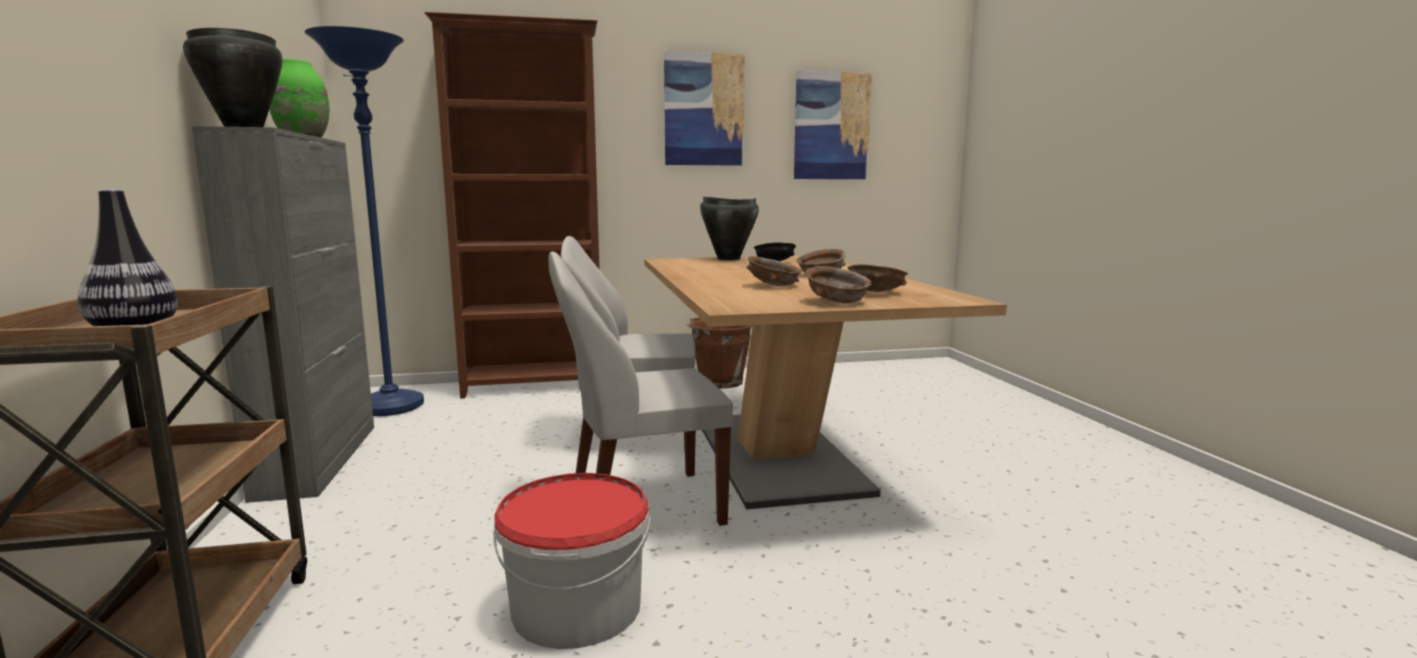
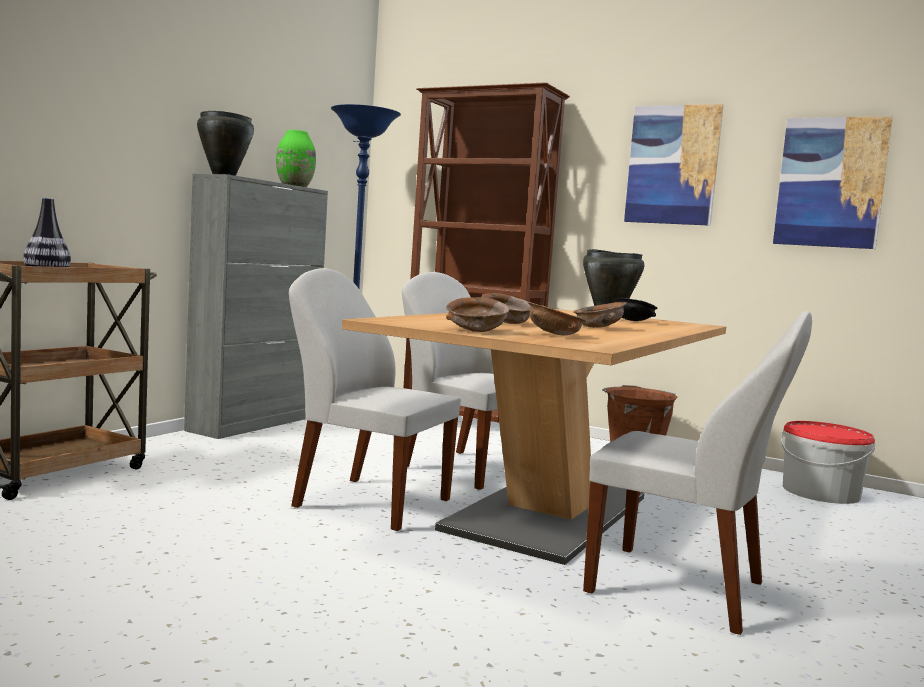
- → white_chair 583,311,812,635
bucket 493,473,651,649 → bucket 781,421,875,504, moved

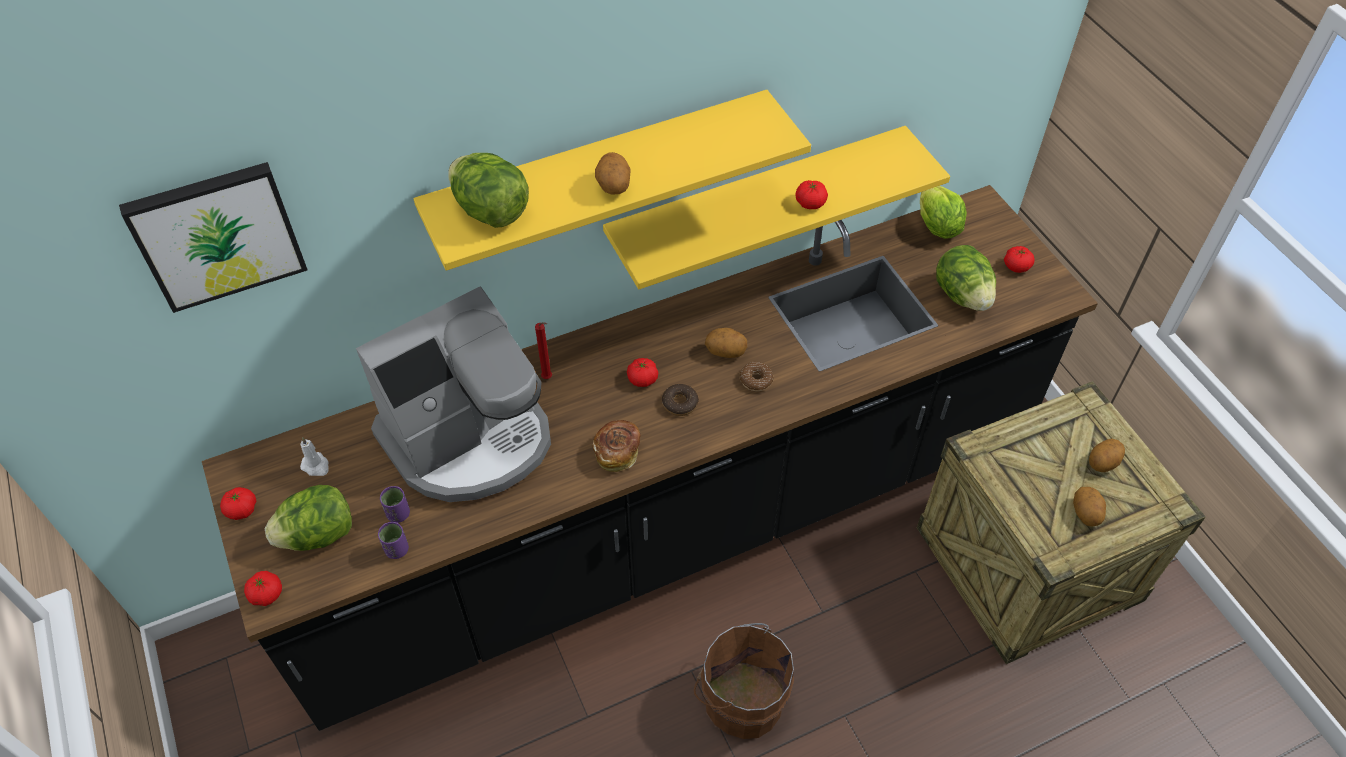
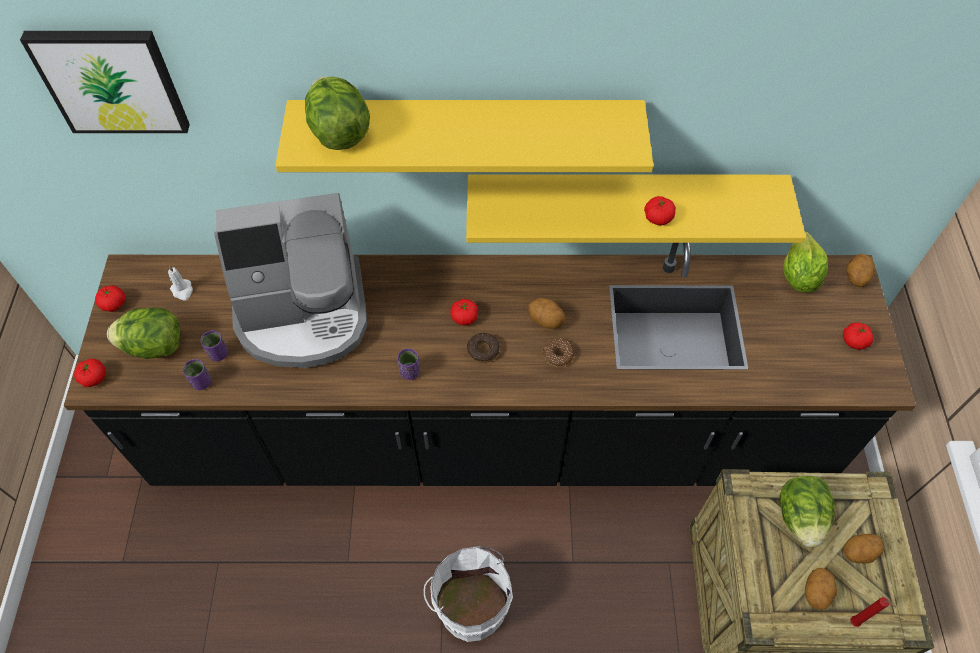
bread 592,420,640,472 → purple_cup 397,349,420,380
brown_bucket 694,623,794,739 → white_bucket 424,546,513,642
lettuce 936,245,996,311 → lettuce 780,476,835,547, moved
potato 595,152,630,194 → potato 846,254,875,287, moved
red_candle 535,322,552,379 → red_candle 850,597,896,627, moved

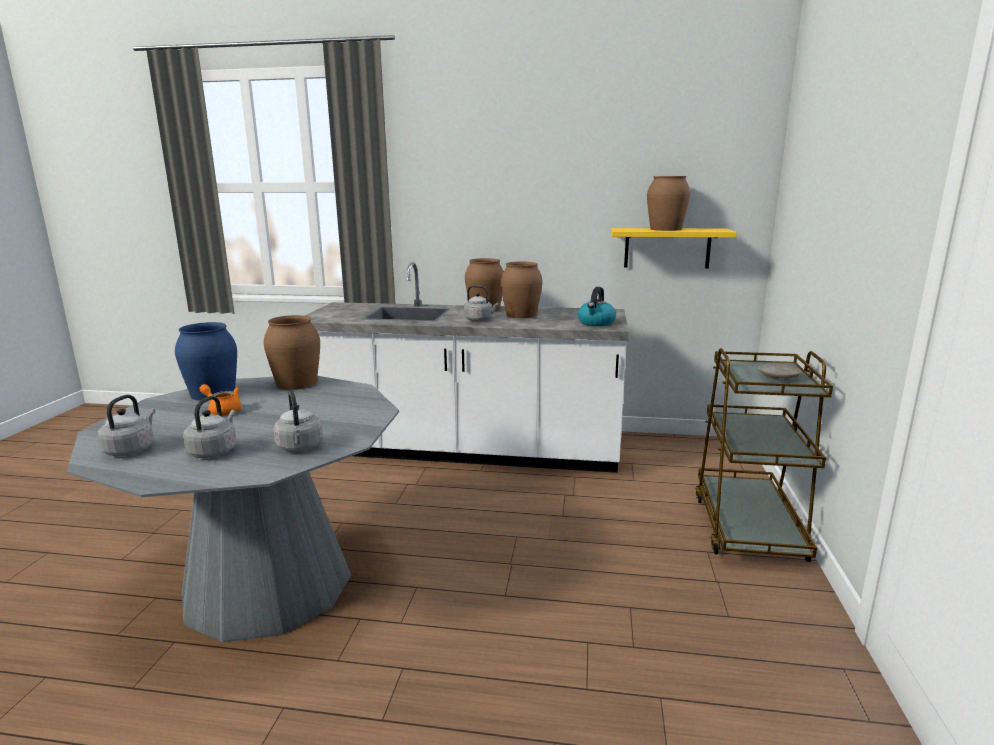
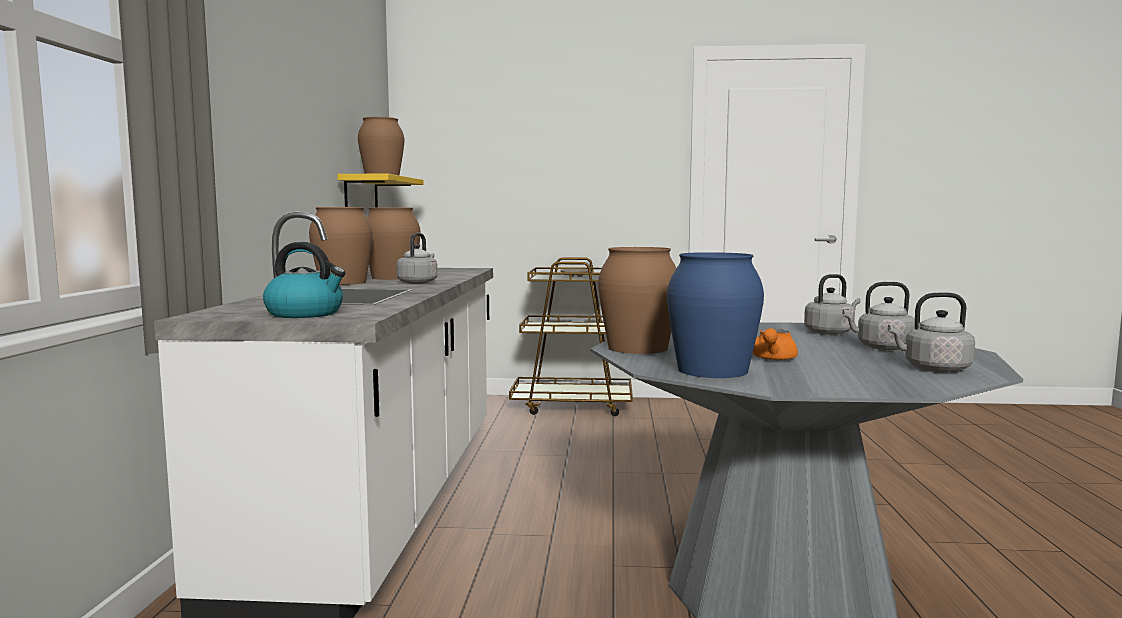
kettle 578,287,616,326 → kettle 263,242,346,318, moved

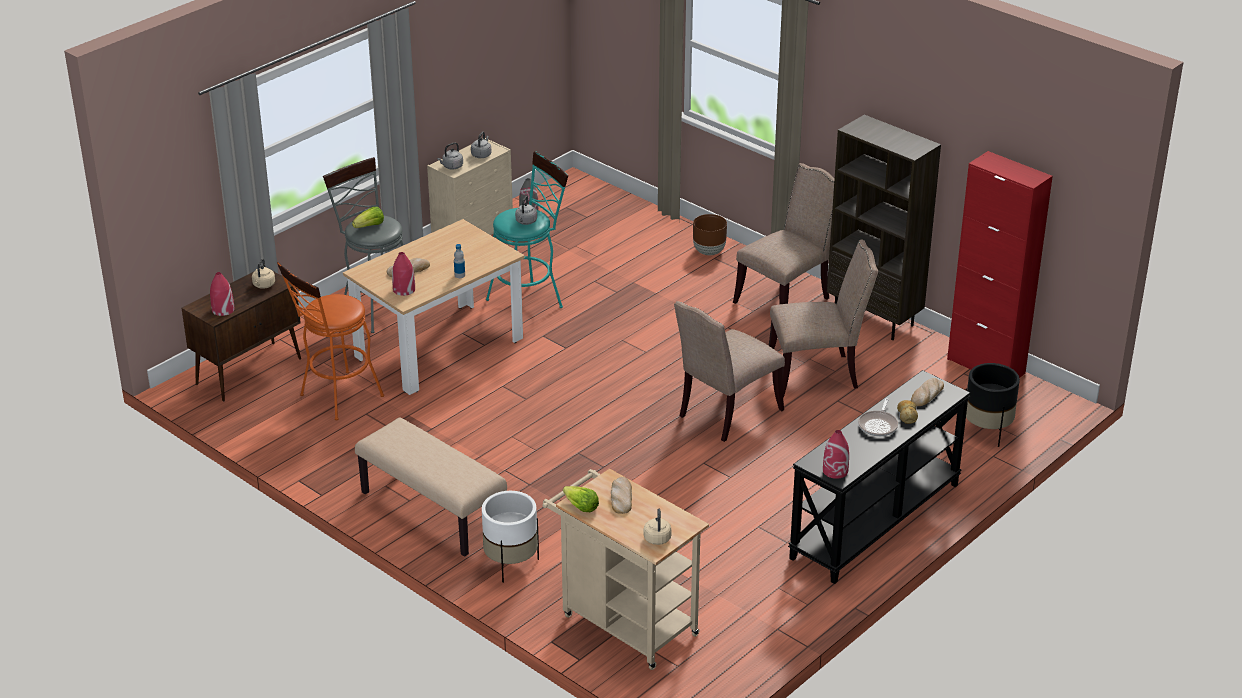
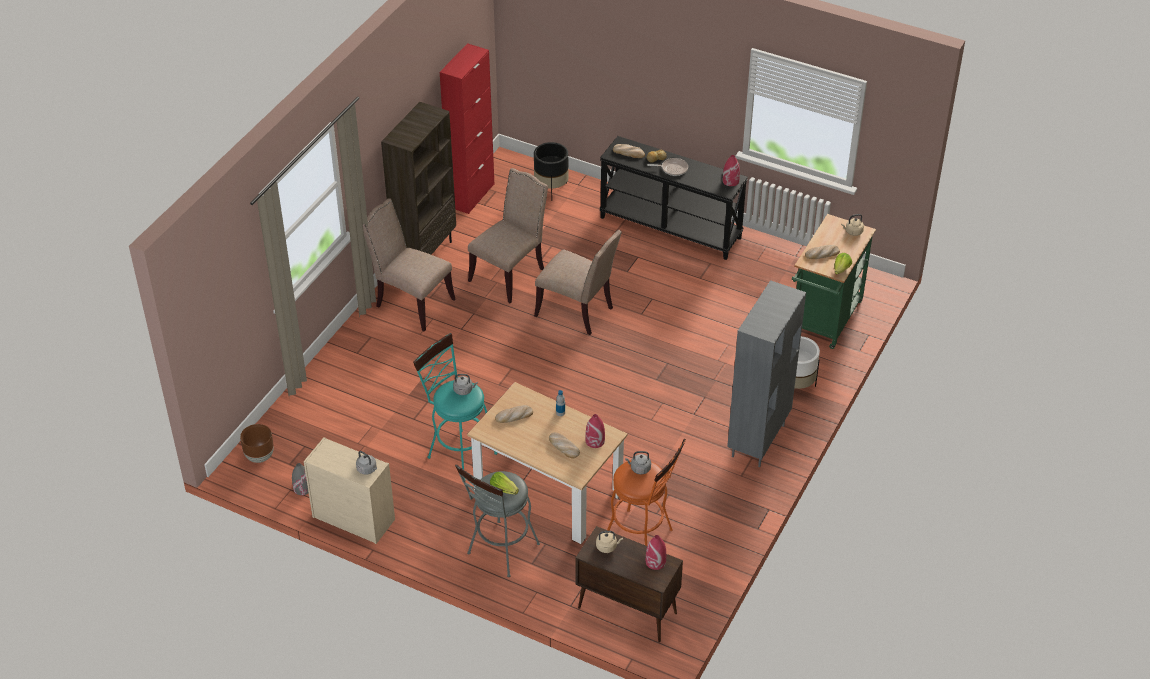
brown_planter 693,214,727,255 → brown_planter 240,424,274,463, moved
beige_chair 768,239,878,398 → beige_chair 468,168,548,303, 60 degrees clockwise
- → bread 495,405,533,423
grey_kettle 471,132,491,158 → grey_kettle 625,451,651,474, moved
beige_bench 355,417,507,557 → grey_bookcase 727,280,806,467
beige_cart 542,468,709,670 → green_cart 792,214,876,349

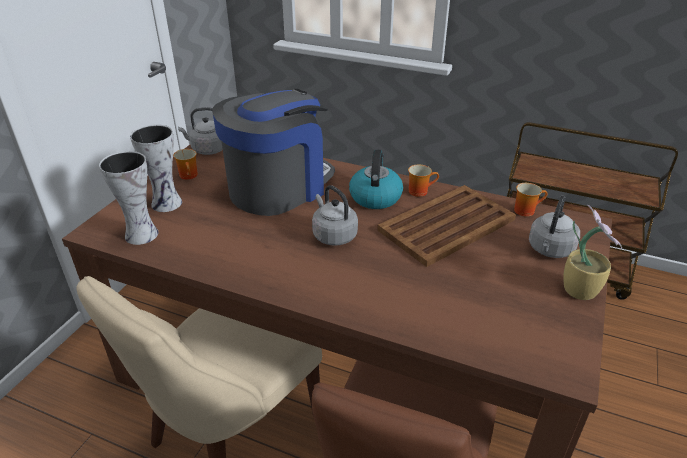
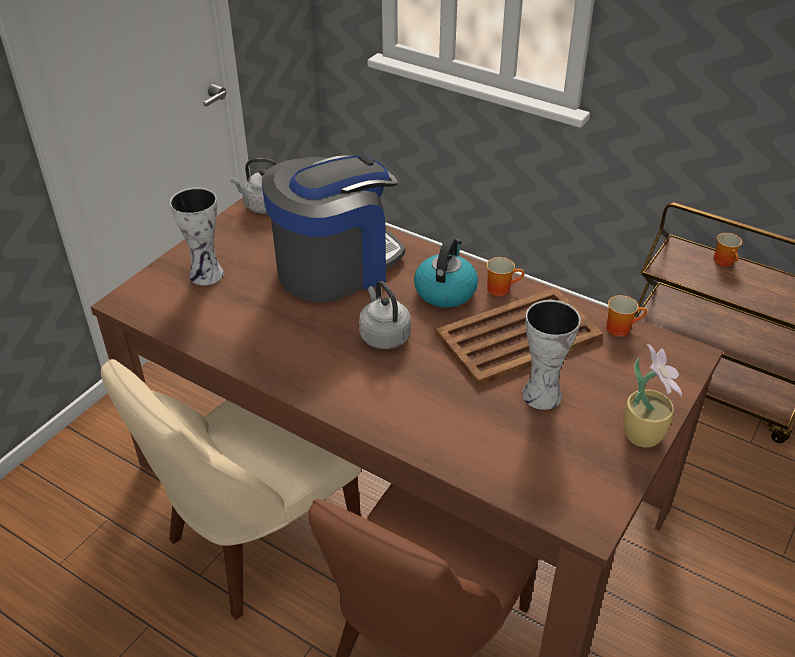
vase 99,151,158,245 → vase 522,300,581,410, moved
mug 173,149,198,180 → mug 713,233,742,266, moved
grey_kettle 529,196,580,258 → -

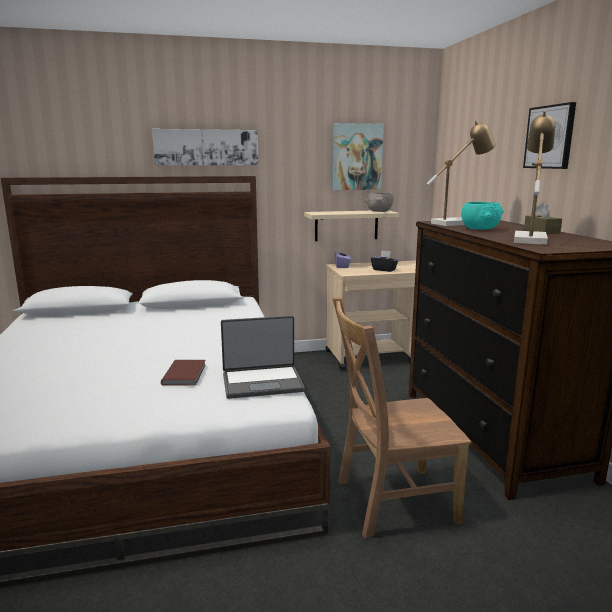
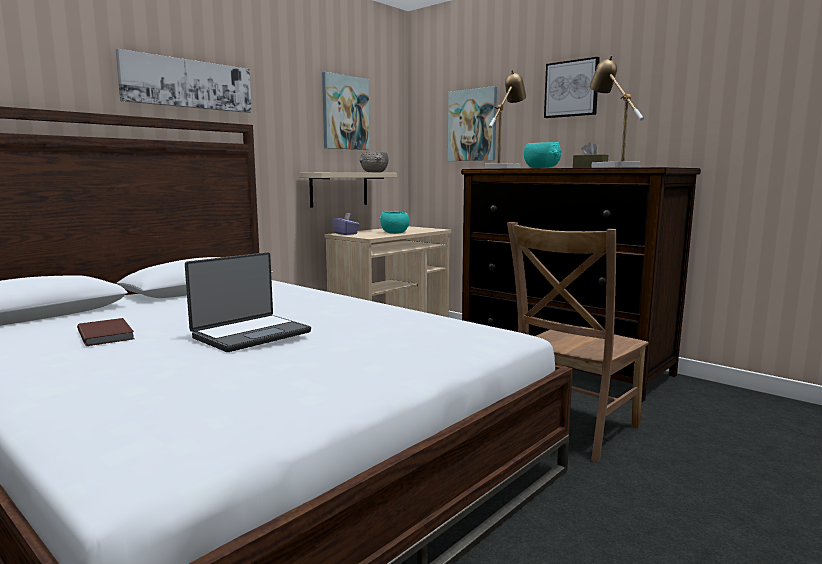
brown_book 161,360,206,385 → brown_book 77,318,134,346, moved
laptop 221,316,305,399 → laptop 185,252,311,352, moved
black_tissue_box 371,250,398,272 → turquoise_bowl 380,212,409,234
- → picture 448,86,497,161

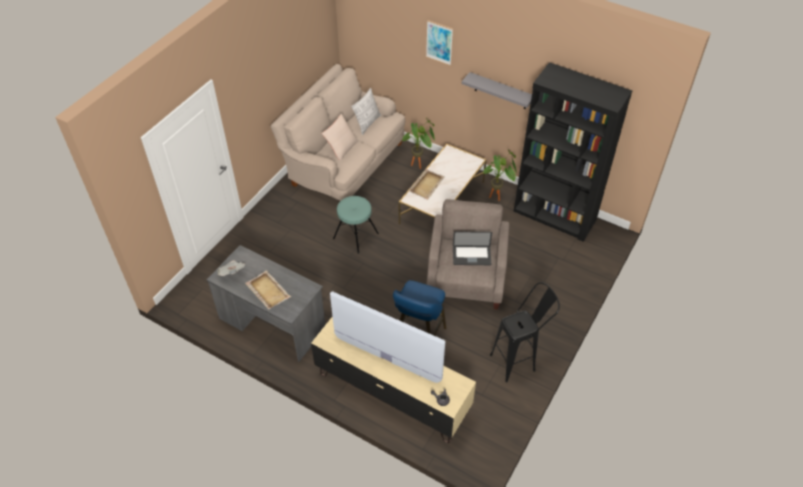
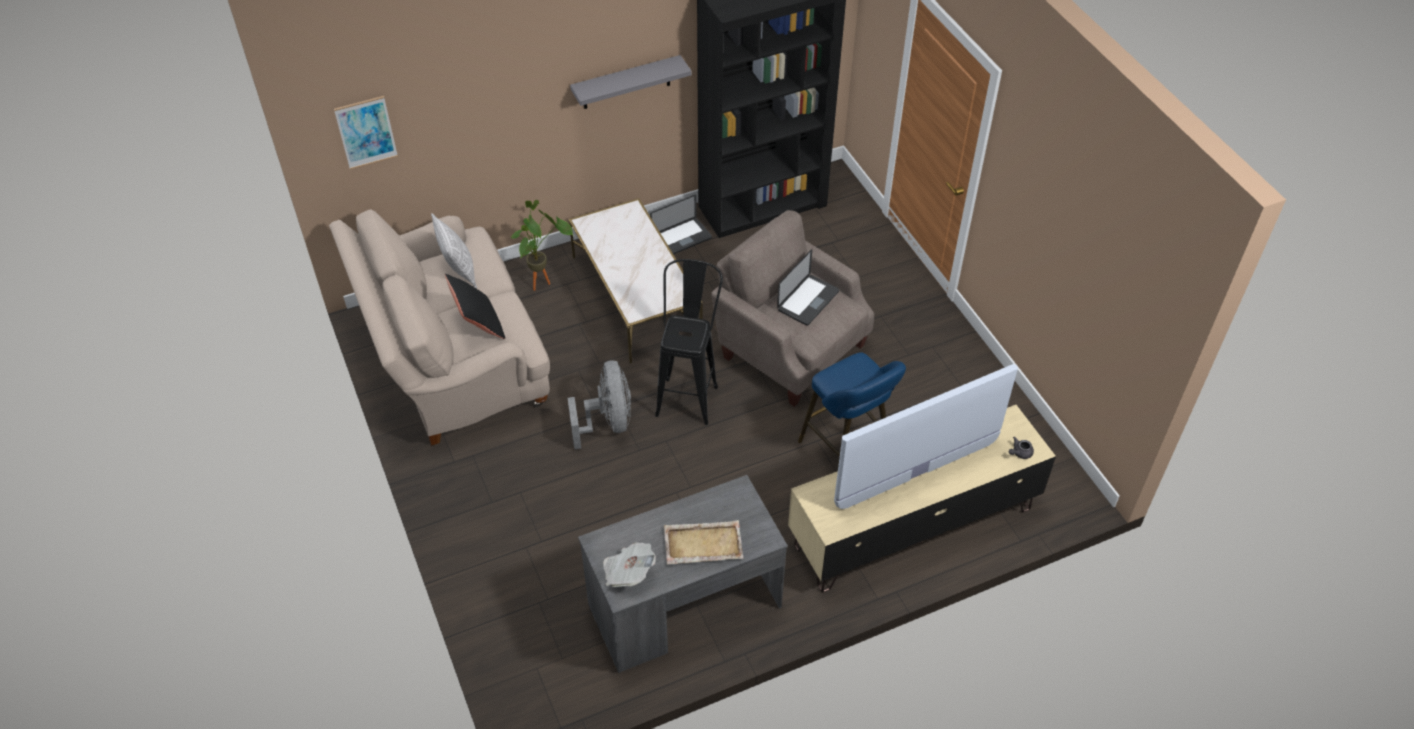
picture 426,20,453,66 → picture 334,96,398,169, moved
beige_pillow 322,114,359,161 → black_pillow 445,274,505,339
turquoise_stool 333,196,379,254 → grey_fan 568,361,631,449
potted_plant 483,149,517,201 → laptop 650,195,712,254
black_stool 490,282,560,382 → black_stool 655,259,723,425, moved
beige_tray 409,169,445,200 → -

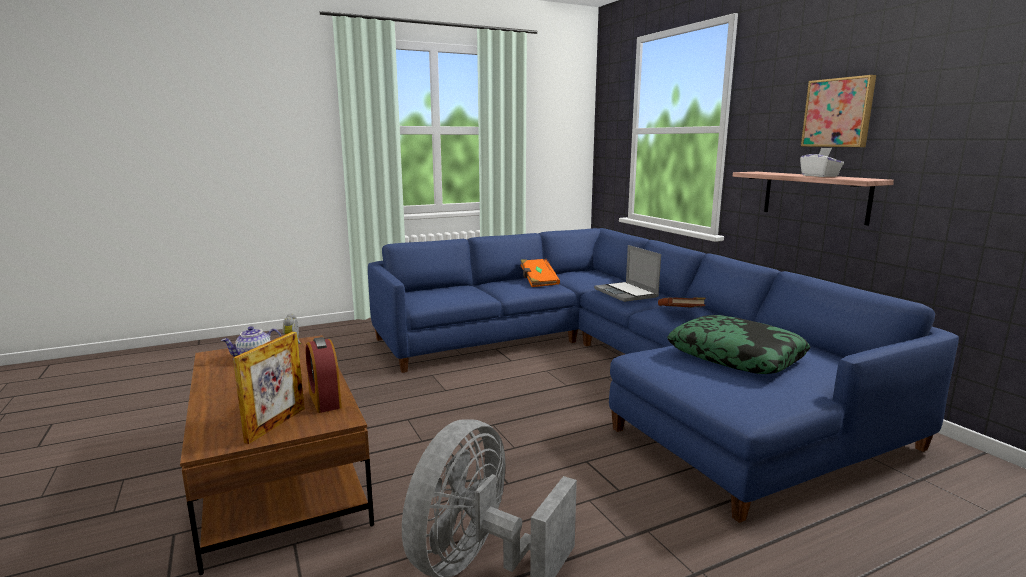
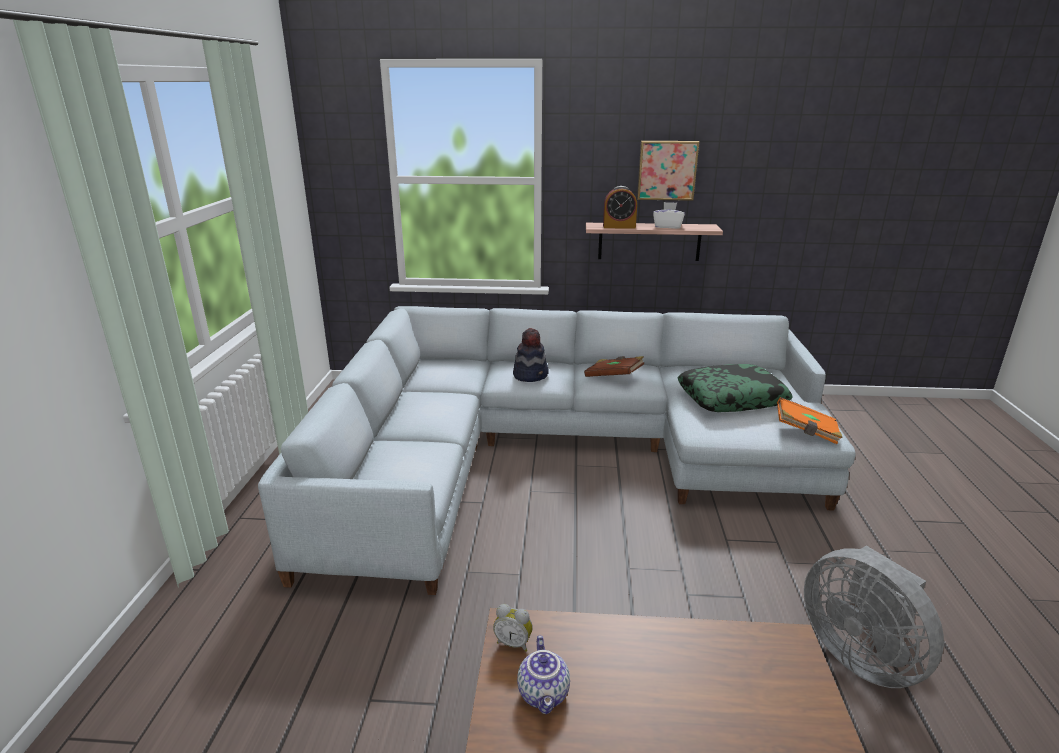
blue_sofa 368,228,959,523 → grey_sofa 258,306,856,595
laptop 594,245,661,302 → hat 513,328,549,382
alarm_clock 306,337,342,413 → alarm_clock 603,186,637,229, moved
orange_book 520,259,560,287 → orange_book 777,397,842,444, moved
picture_frame 233,332,305,444 → -

